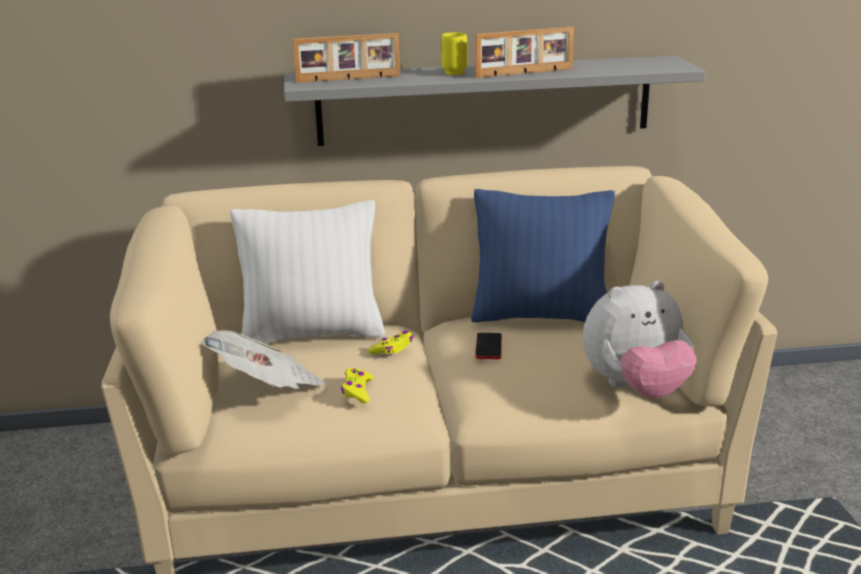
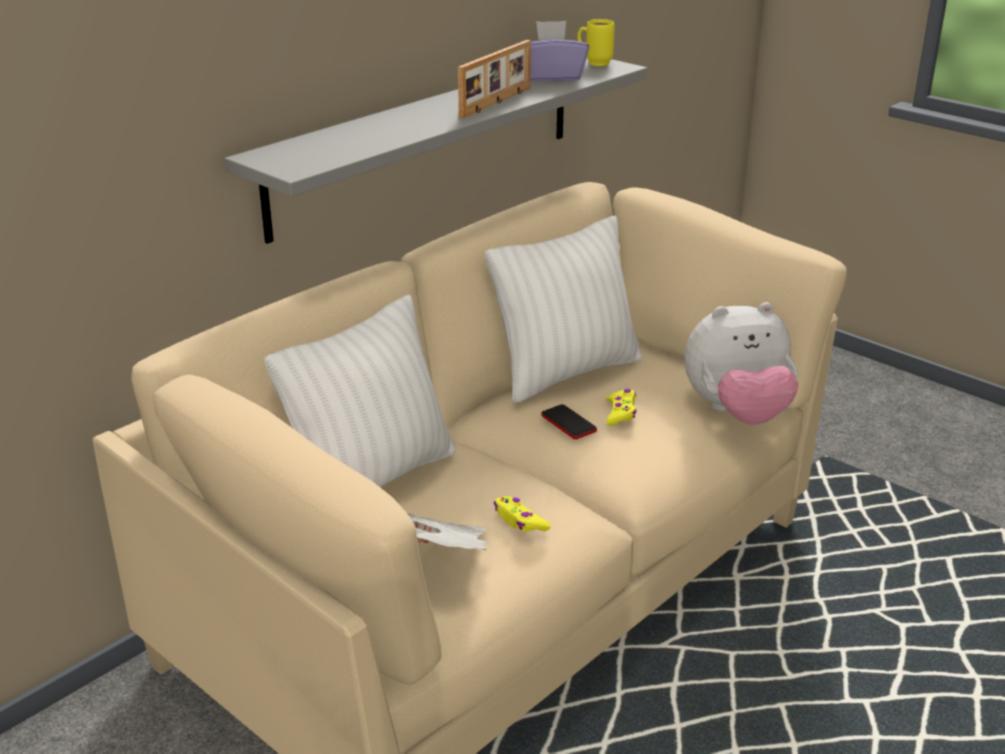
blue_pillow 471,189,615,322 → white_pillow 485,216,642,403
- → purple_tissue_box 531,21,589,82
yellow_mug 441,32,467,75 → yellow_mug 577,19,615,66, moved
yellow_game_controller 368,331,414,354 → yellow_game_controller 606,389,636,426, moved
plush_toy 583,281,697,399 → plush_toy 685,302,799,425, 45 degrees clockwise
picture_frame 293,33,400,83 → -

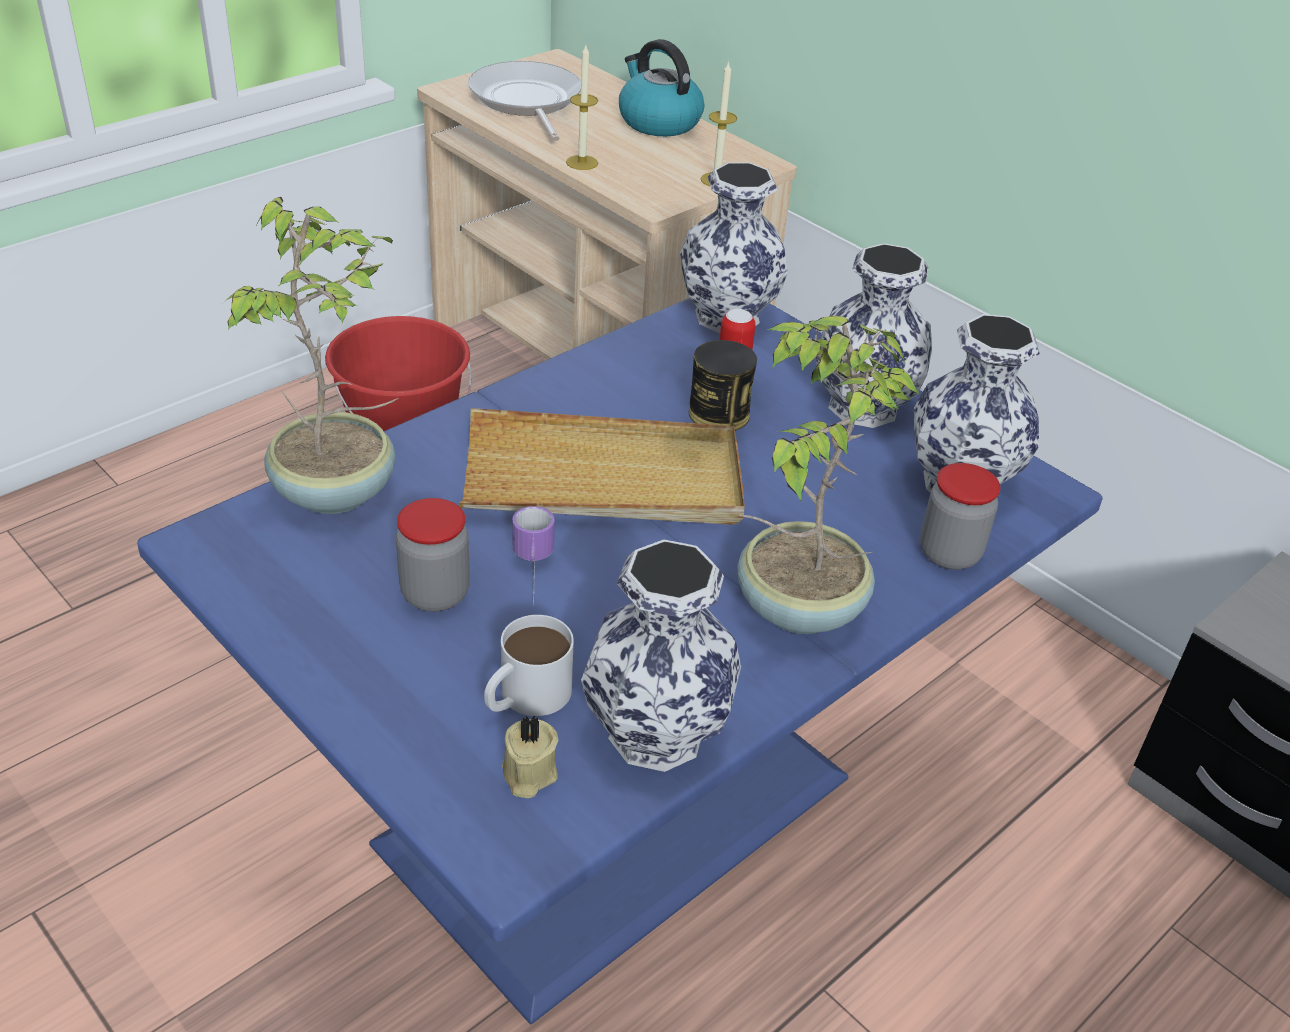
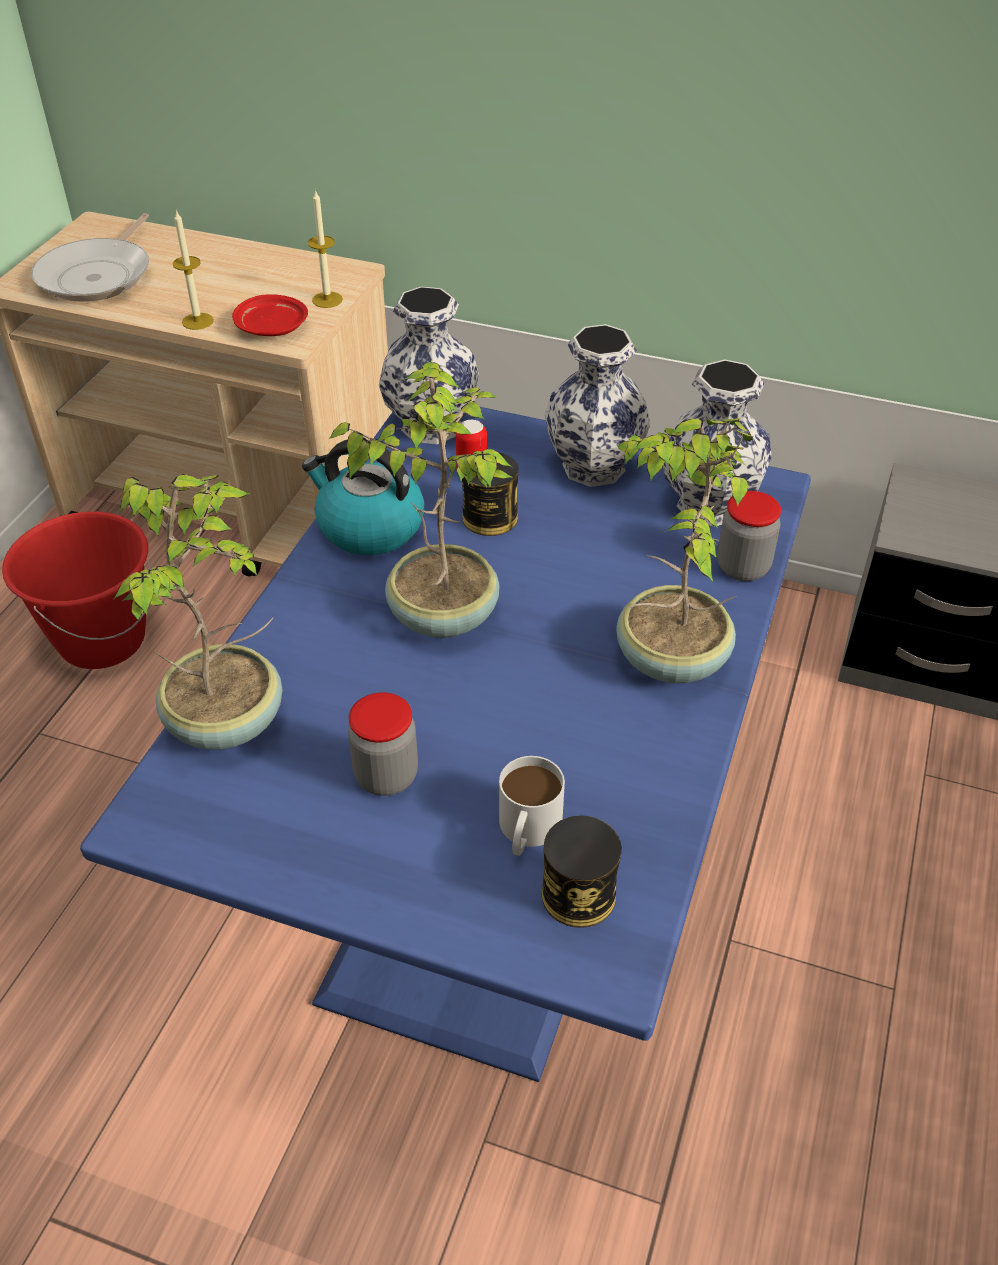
frying_pan 468,61,581,141 → frying_pan 31,213,149,302, 120 degrees counterclockwise
- → red_plate 232,294,308,336
kettle 619,39,704,136 → kettle 302,440,425,555, moved
beige_tray 459,408,745,525 → potted_plant 328,362,512,638
beige_candle 502,715,558,798 → can 542,816,622,928
mug 512,506,555,605 → -
vase 581,540,741,772 → -

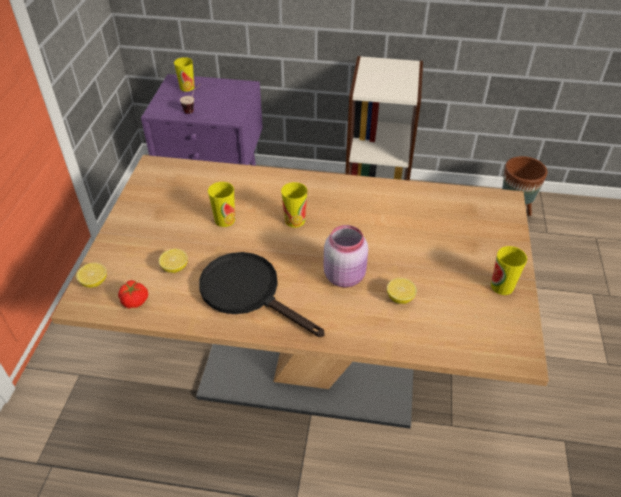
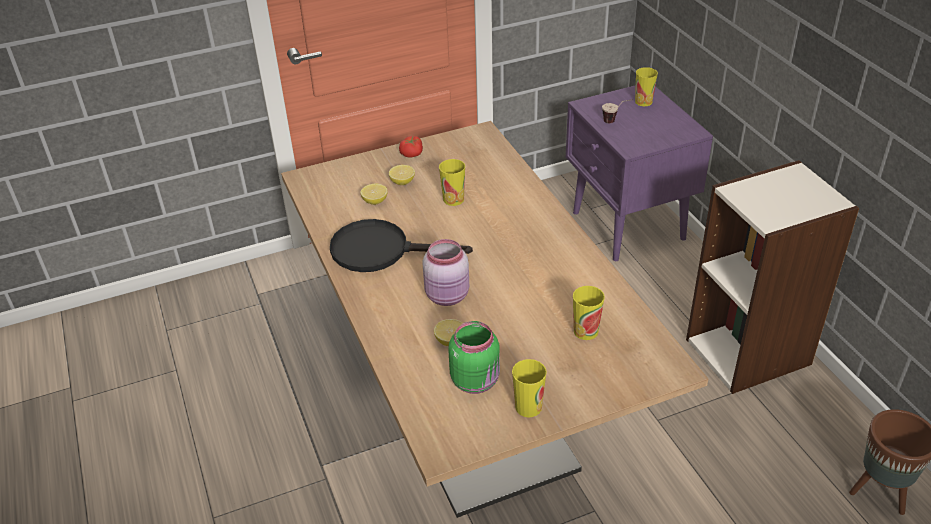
black_frying_pan 199,252,324,337 → black_frying_pan 330,219,473,272, 90 degrees counterclockwise
lemon 76,263,107,288 → lemon 389,165,415,185, moved
tomato 118,280,148,309 → tomato 399,136,423,158, moved
- → green_jar 448,321,500,394
cup 281,182,308,228 → cup 573,286,605,340, moved

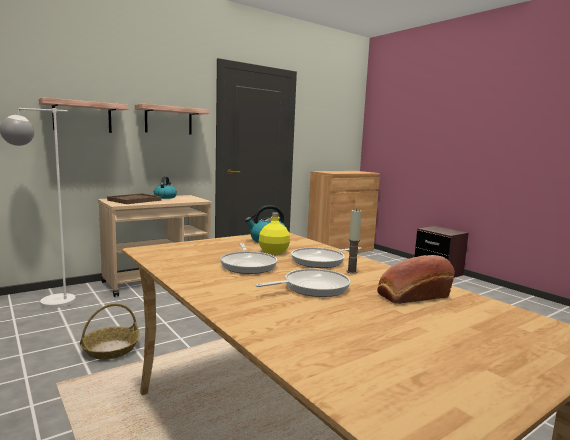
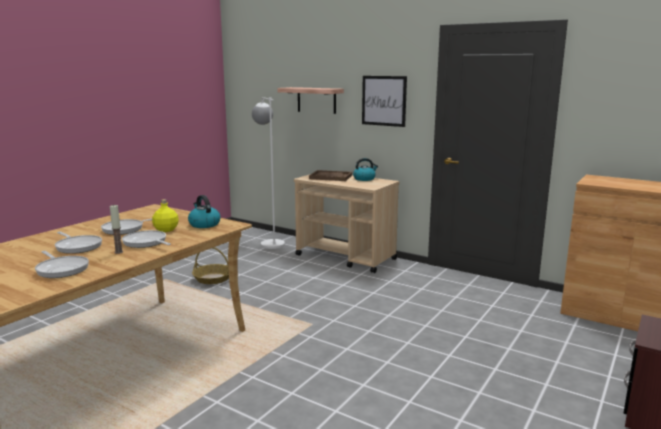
bread 377,255,455,304 → frying_pan 35,251,89,278
shelf 135,104,210,135 → picture 362,76,407,127

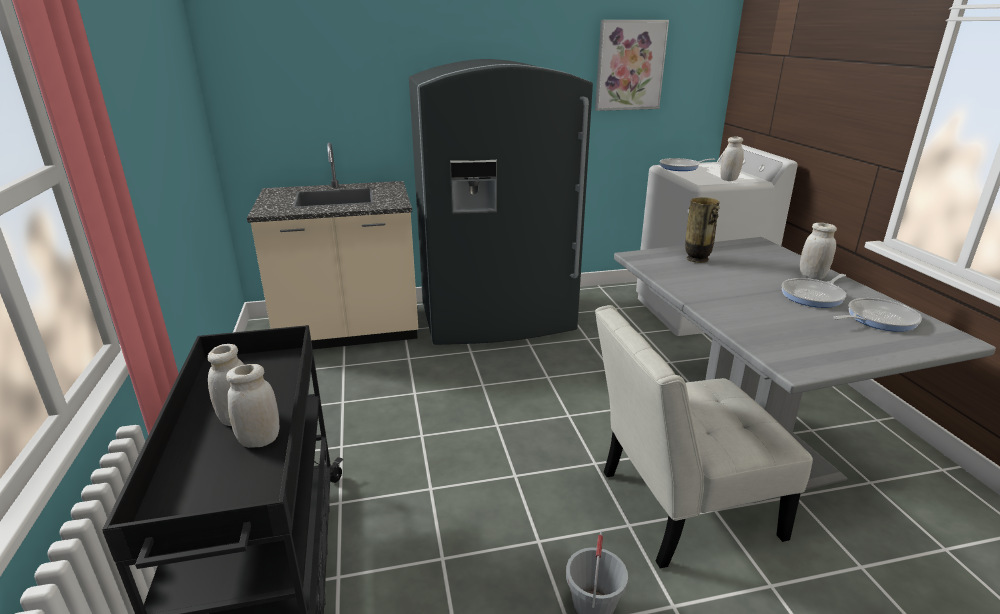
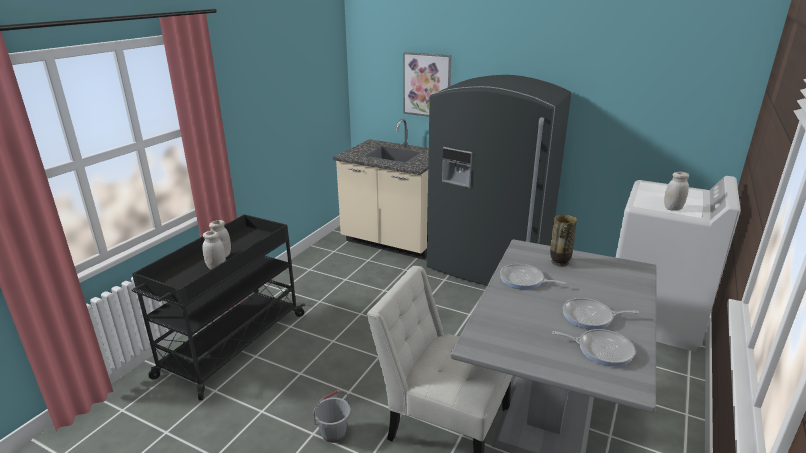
picture 595,20,669,111 → picture 403,52,452,117, moved
frying_pan 660,158,715,171 → frying_pan 500,264,566,289, moved
white_jar 800,223,837,279 → -

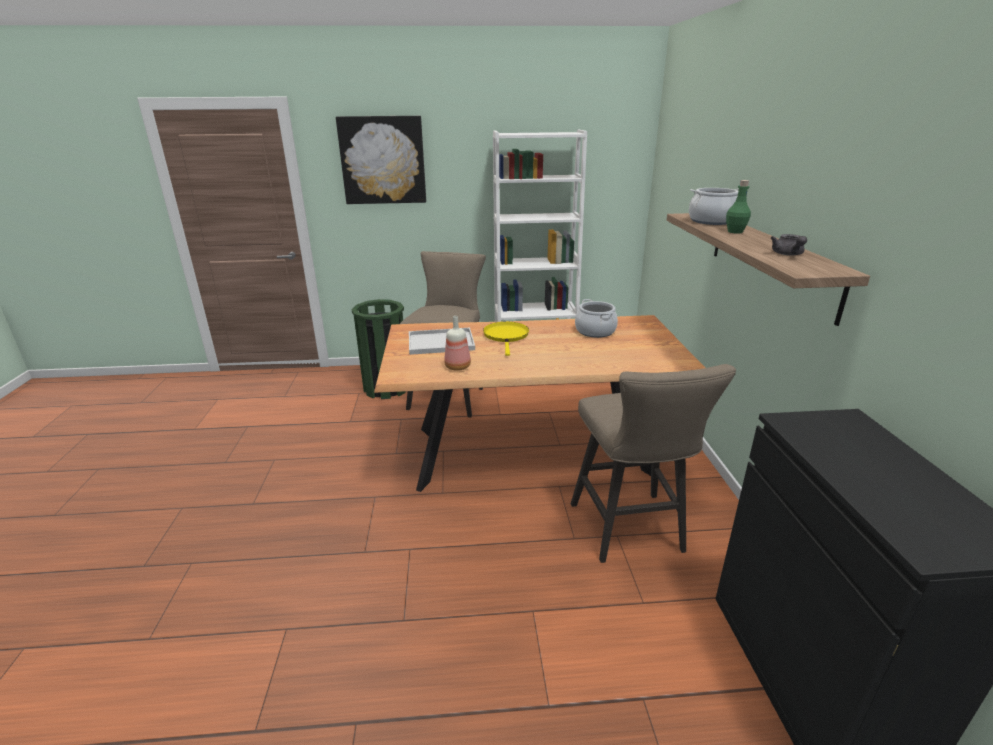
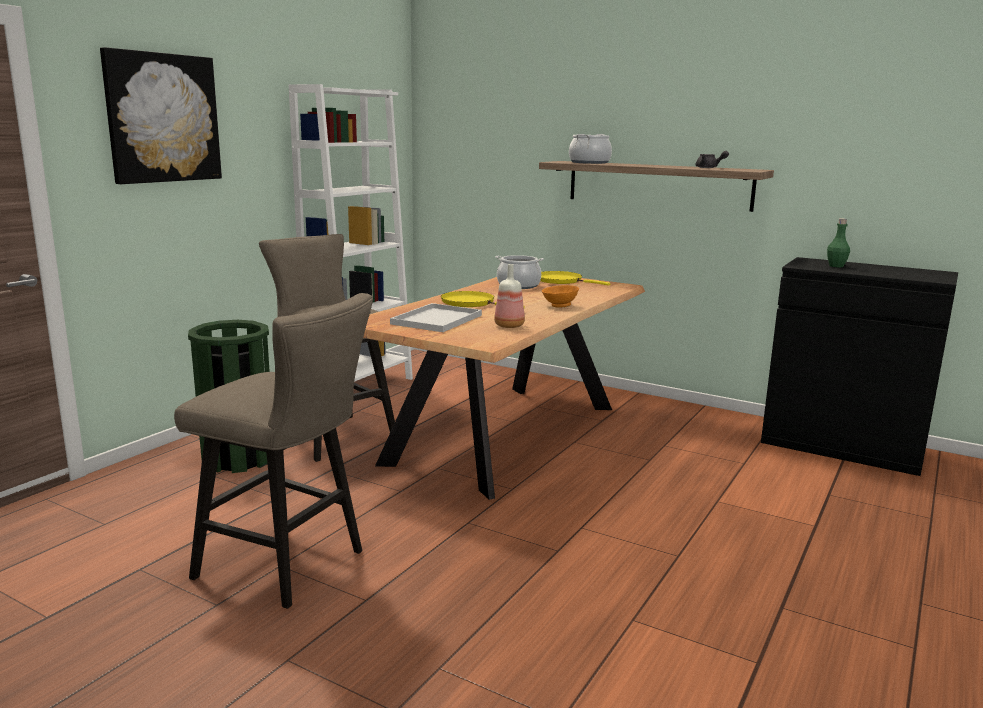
beige_stool 571,364,736,563 → beige_stool 174,293,373,609, moved
- → yellow_frying_pan 540,271,610,286
- → orange_bowl 542,285,579,308
green_bottle 726,180,751,234 → green_bottle 827,218,850,267, moved

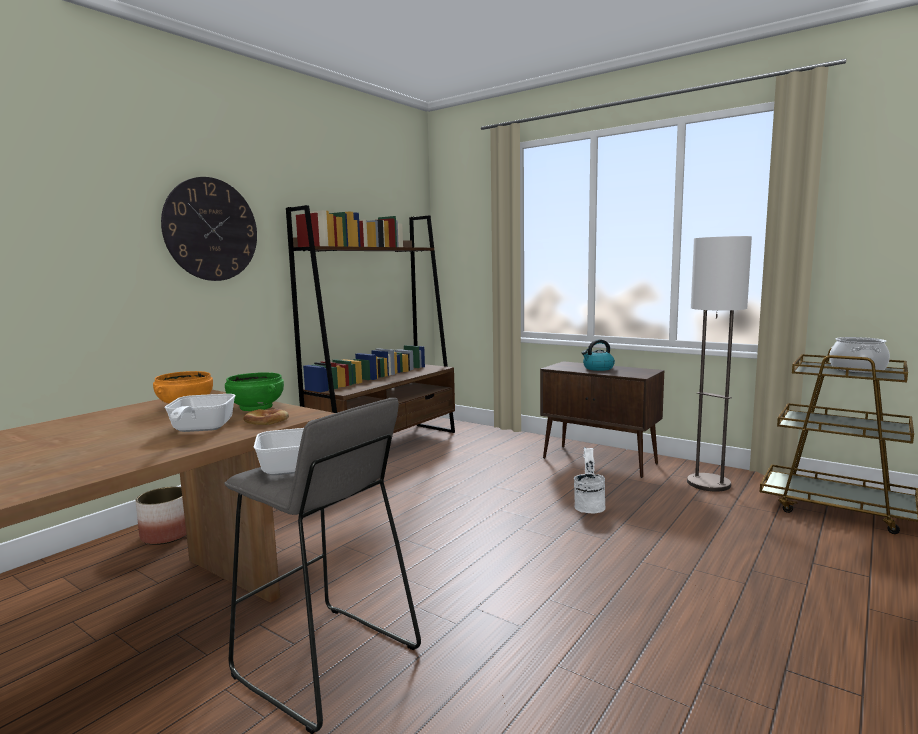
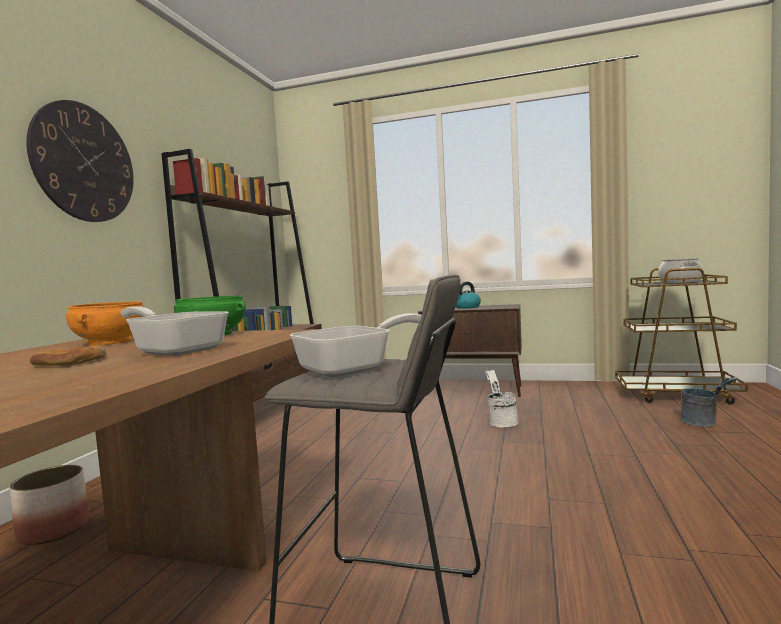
bread 243,409,289,425 → bread 30,346,107,366, moved
frying_pan 164,394,236,432 → frying_pan 120,306,229,356, 150 degrees clockwise
- → grey_bucket 680,377,738,427
floor_lamp 687,236,752,492 → -

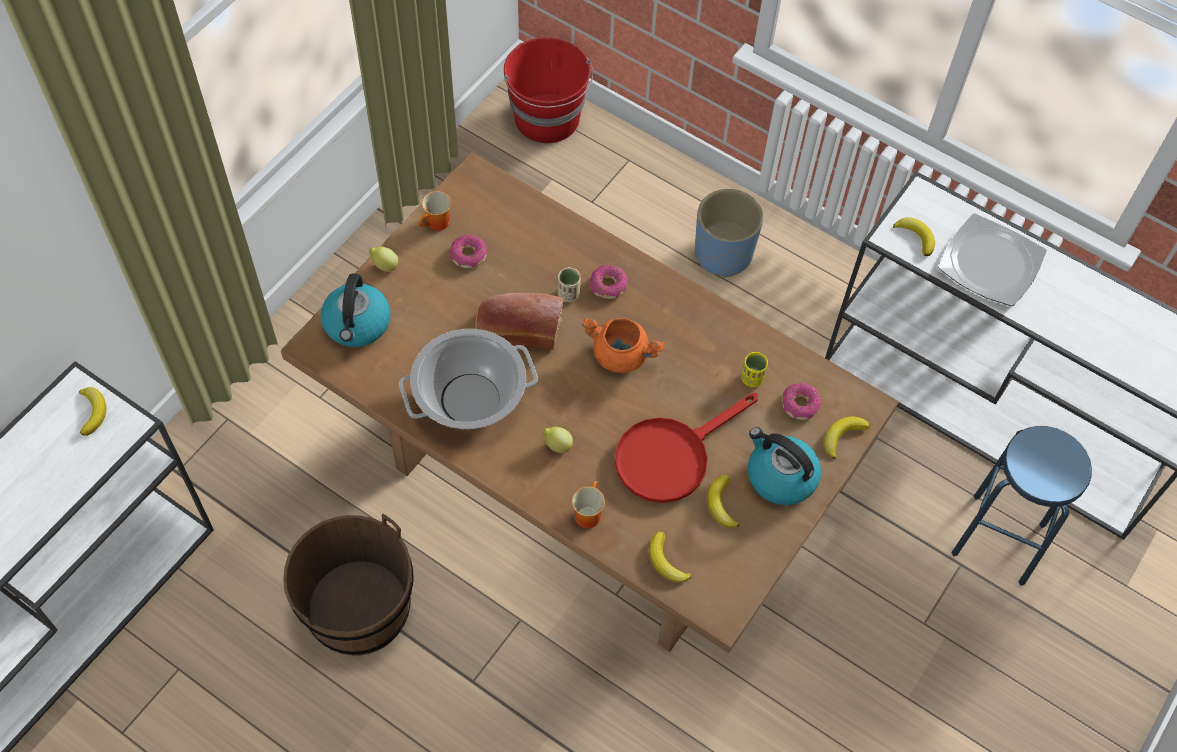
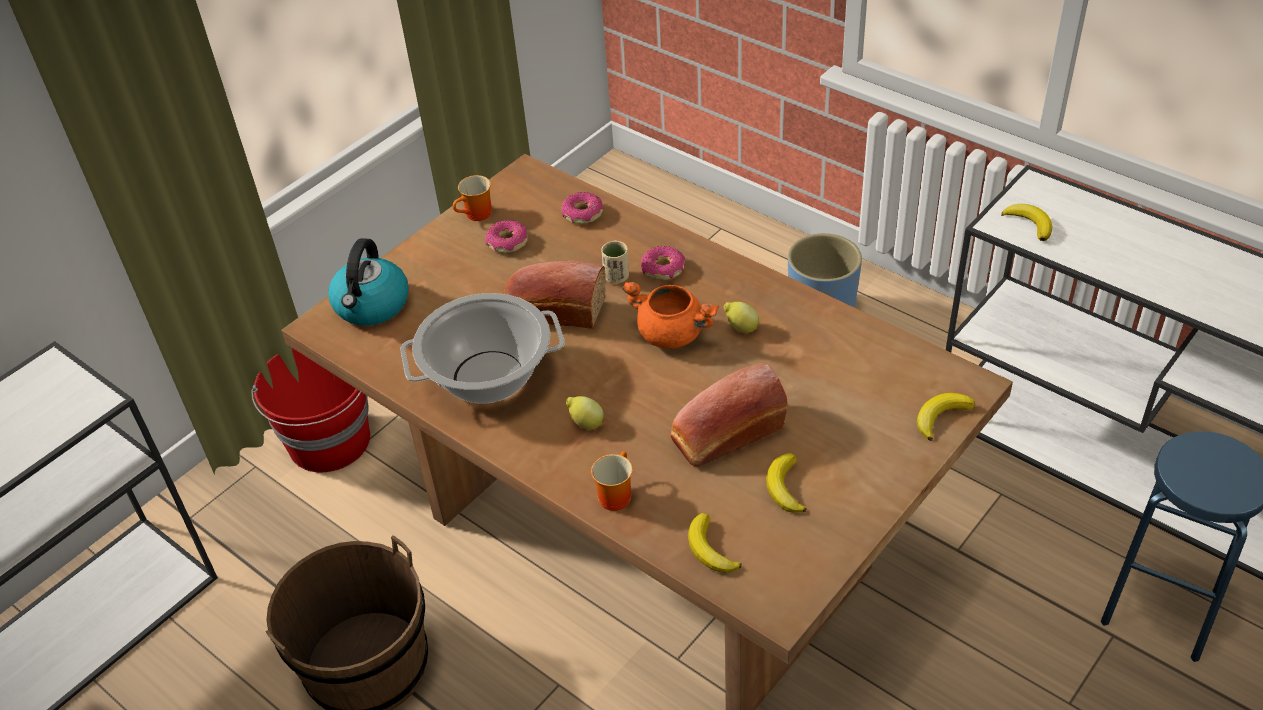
red_bucket 504,37,593,143 → red_bucket 252,348,370,472, moved
donut 782,383,821,420 → donut 562,192,603,224, moved
red_frying_pan 615,393,758,503 → bread 671,363,788,467
lemon 369,247,398,272 → lemon 724,302,759,333, moved
banana 78,387,107,436 → -
yellow_cup 741,352,768,387 → -
kettle 748,427,821,505 → -
plate 938,214,1047,306 → -

